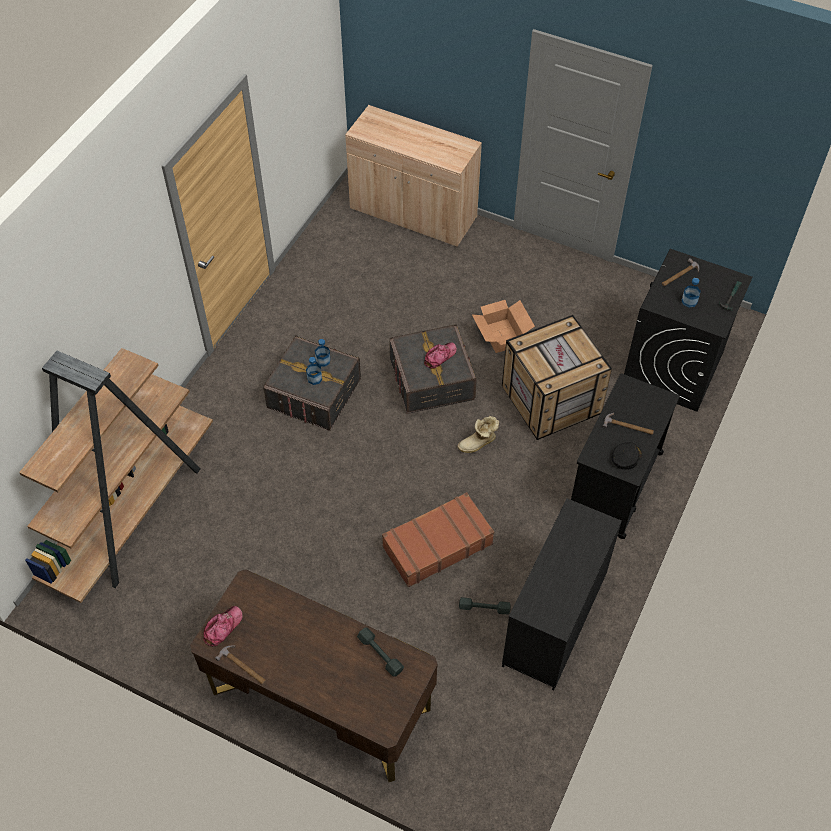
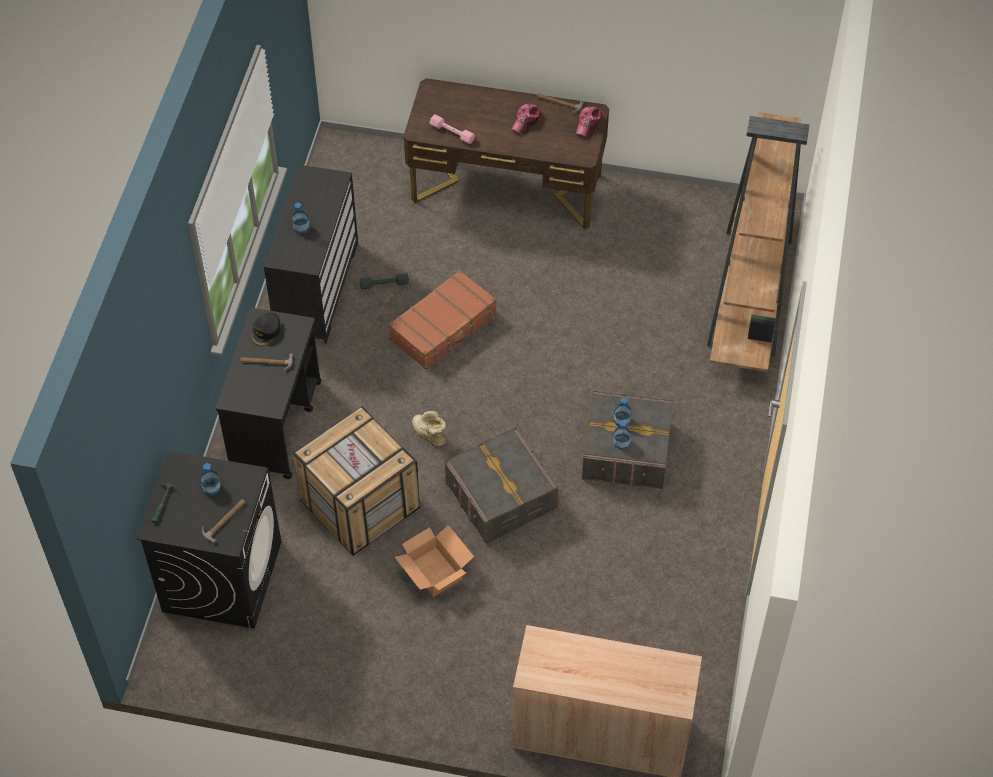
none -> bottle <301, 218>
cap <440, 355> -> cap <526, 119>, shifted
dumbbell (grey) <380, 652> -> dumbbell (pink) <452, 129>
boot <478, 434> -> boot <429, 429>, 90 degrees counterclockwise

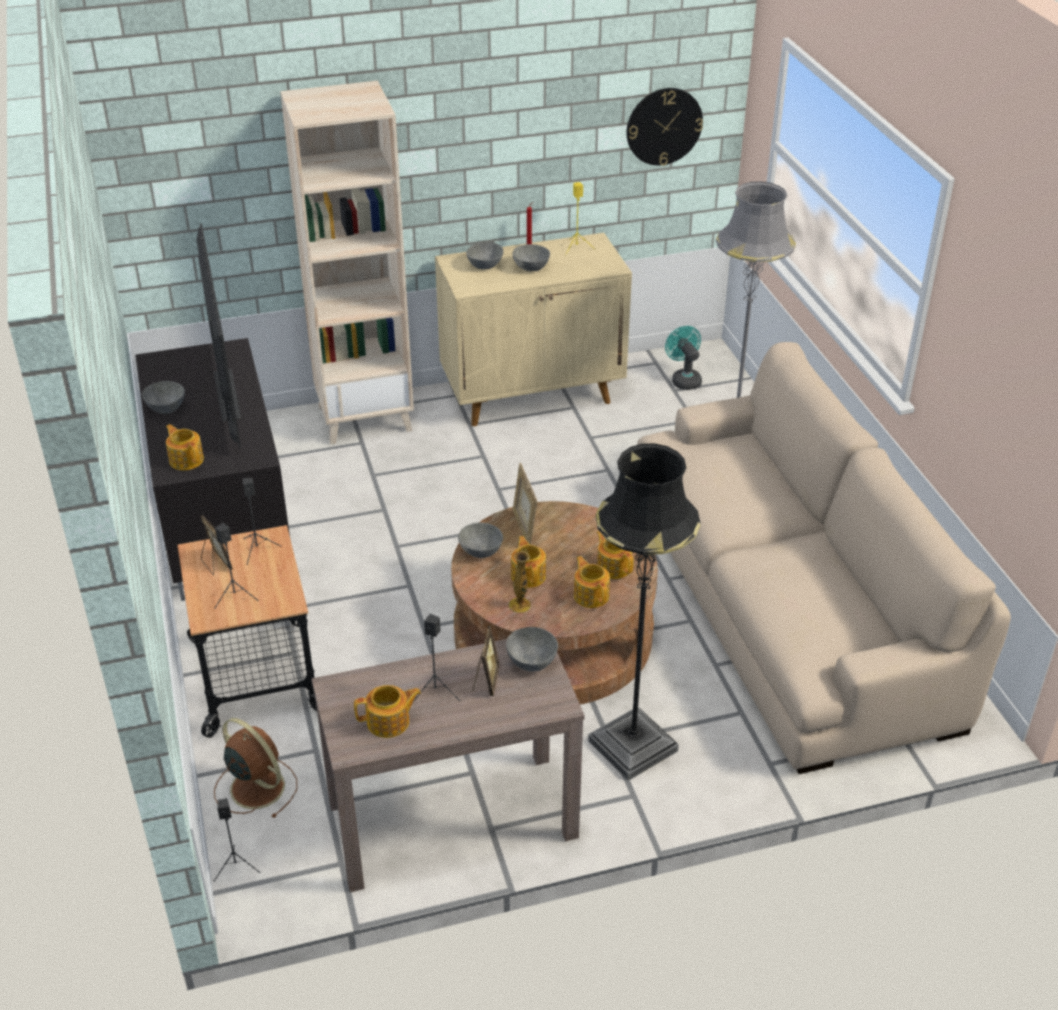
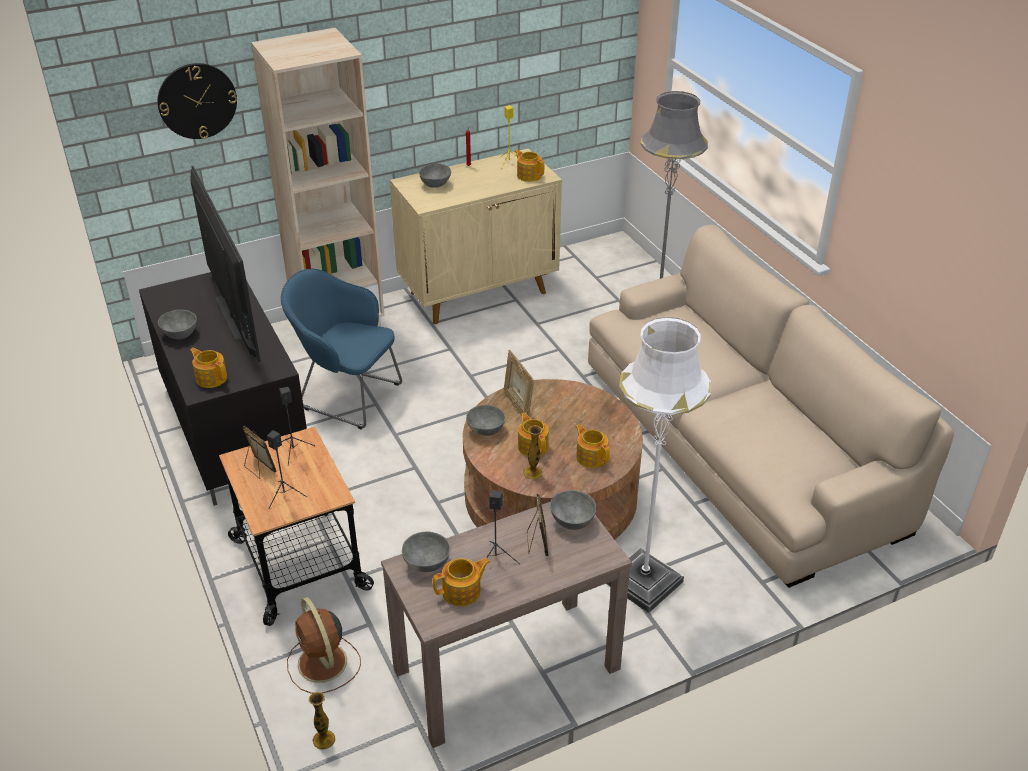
fan (turquoise) <683, 358> -> none
none -> armchair (blue) <341, 349>
bowl (grey) <531, 257> -> bowl (grey) <426, 551>, shifted
teapot <615, 555> -> teapot <529, 166>, shifted
wall clock <665, 127> -> wall clock <197, 101>, shifted
speaker (black) <237, 840> -> vase <322, 721>
floor lamp (black) <644, 612> -> floor lamp (white) <658, 465>
fan (brown) <255, 768> -> fan (brown) <324, 645>, 150 degrees counterclockwise

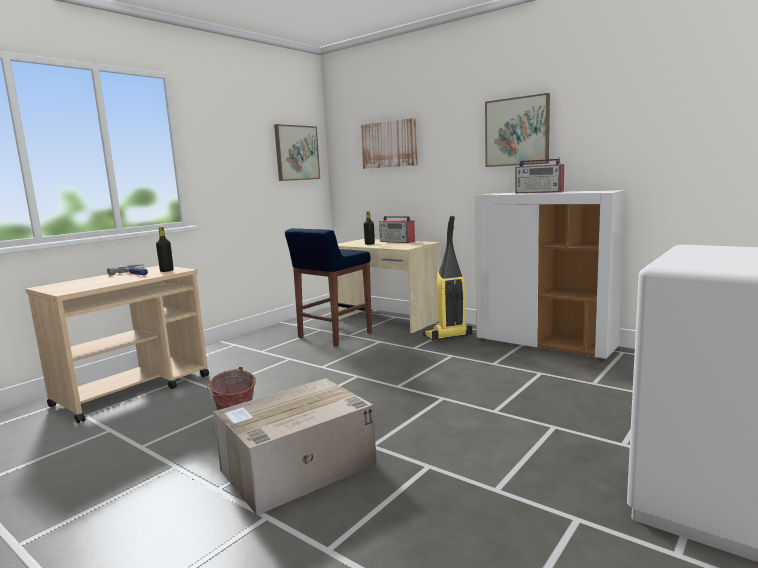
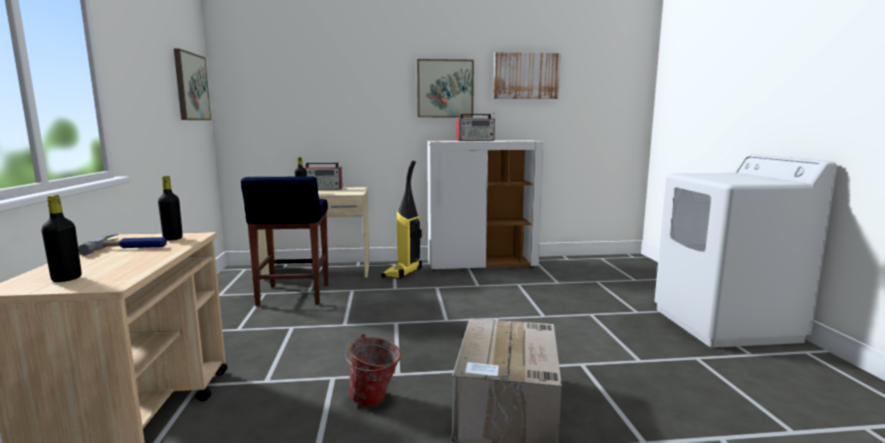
none -> bottle (black) <61, 238>
picture <389, 143> -> picture <527, 75>, shifted

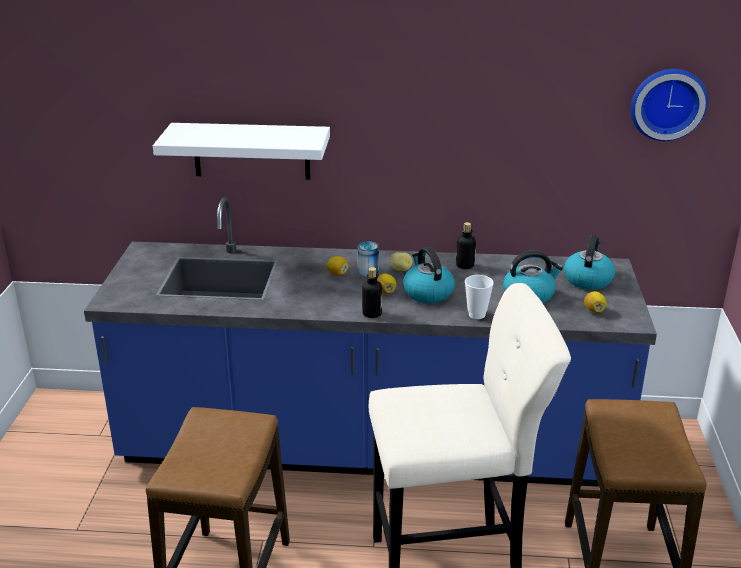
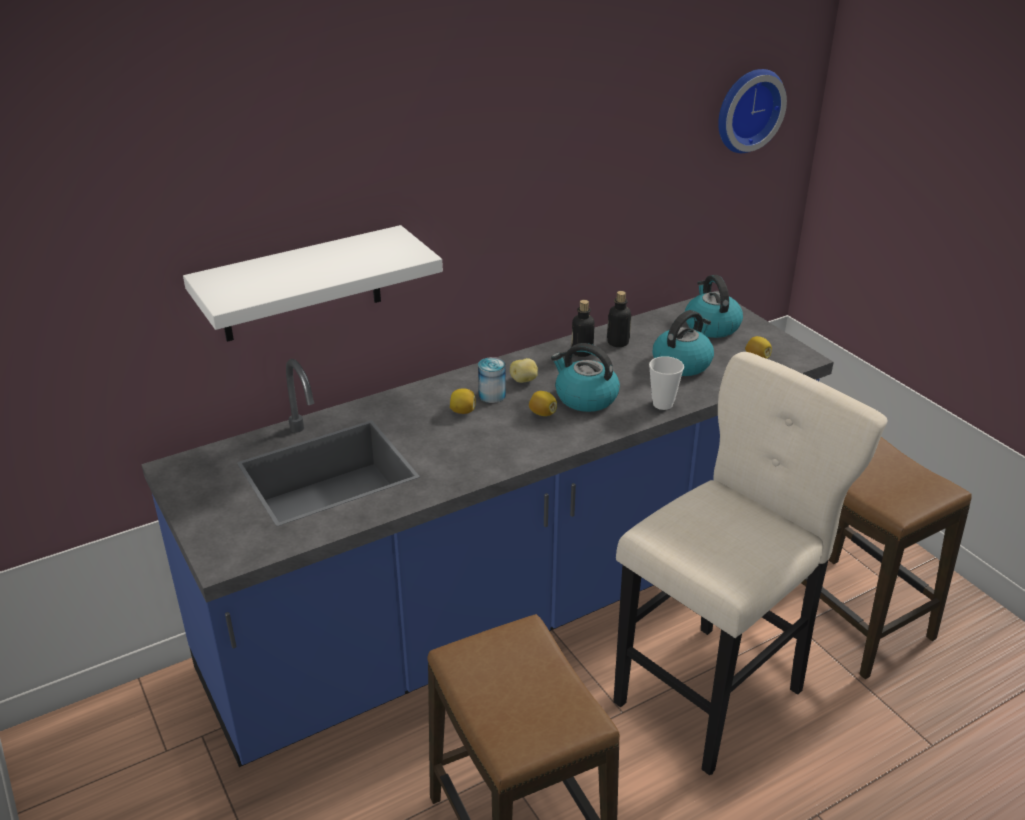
bottle <372, 292> -> bottle <619, 319>, shifted

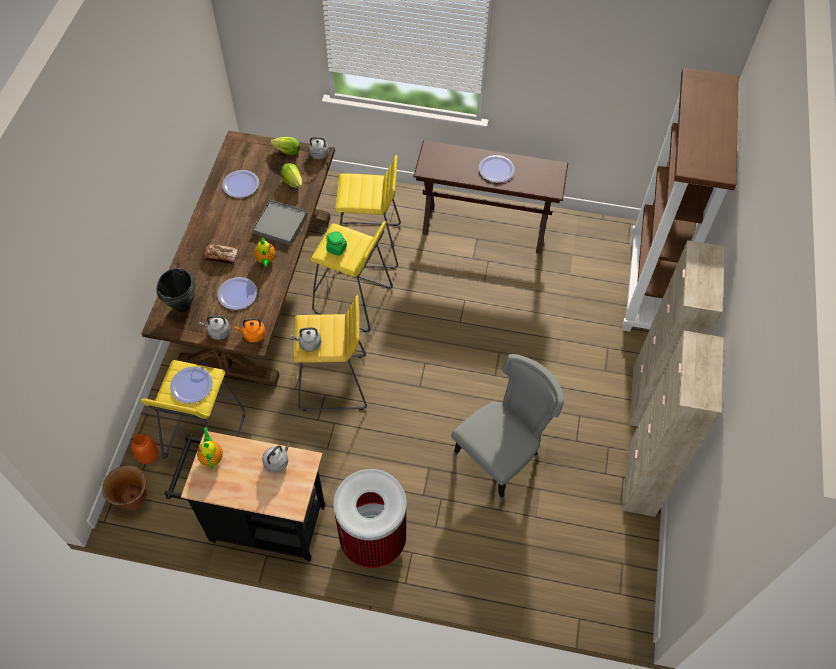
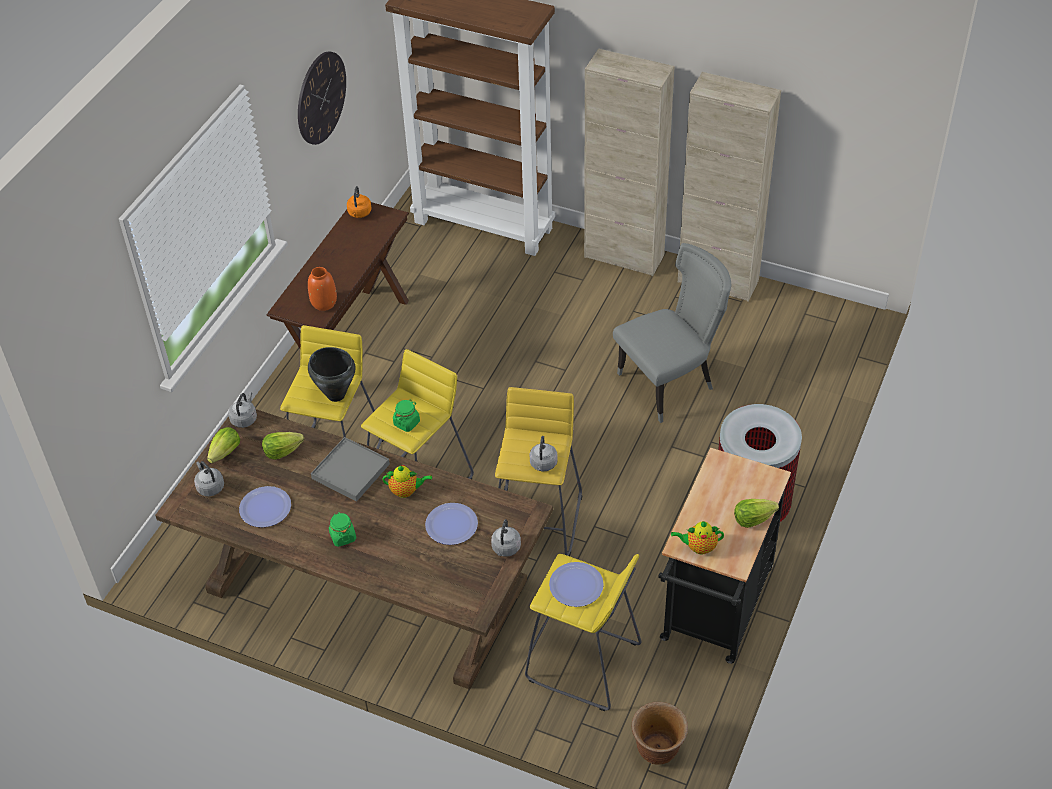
bread <220, 254> -> none
plate <496, 169> -> none
none -> wall clock <322, 98>
none -> jar (green) <342, 529>
none -> lettuce <756, 513>
vase (orange) <144, 449> -> vase (orange) <322, 289>, shifted
cooking pot (black) <176, 290> -> cooking pot (black) <332, 374>, shifted
kettle (orange) <250, 330> -> kettle (orange) <359, 202>, shifted
kettle (grey) <276, 457> -> kettle (grey) <209, 478>, shifted
chair (grey) <507, 428> -> chair (grey) <672, 333>, 90 degrees clockwise

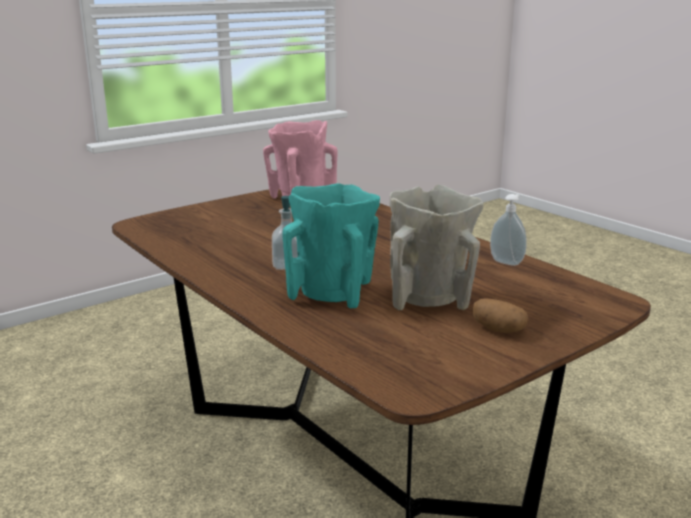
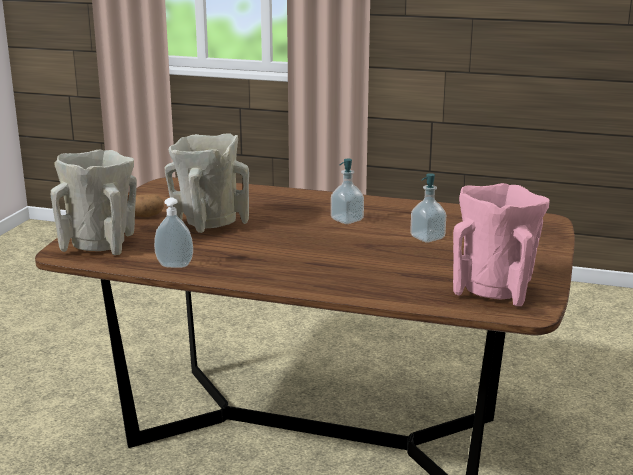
vase (turquoise) <331, 245> -> none
none -> vase (beige) <94, 202>
none -> soap dispenser <428, 208>

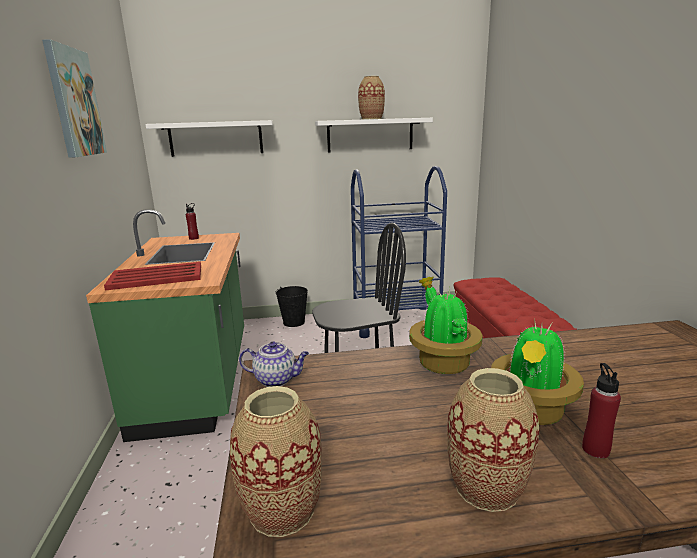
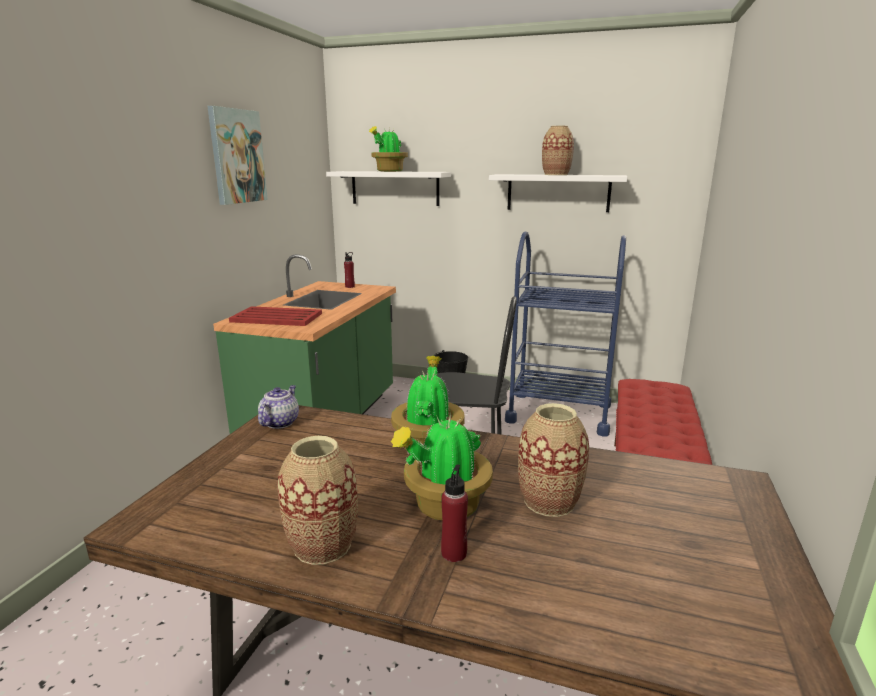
none -> potted plant <388, 149>
vase <276, 461> -> vase <553, 460>, shifted
teapot <274, 364> -> teapot <278, 407>, 105 degrees counterclockwise

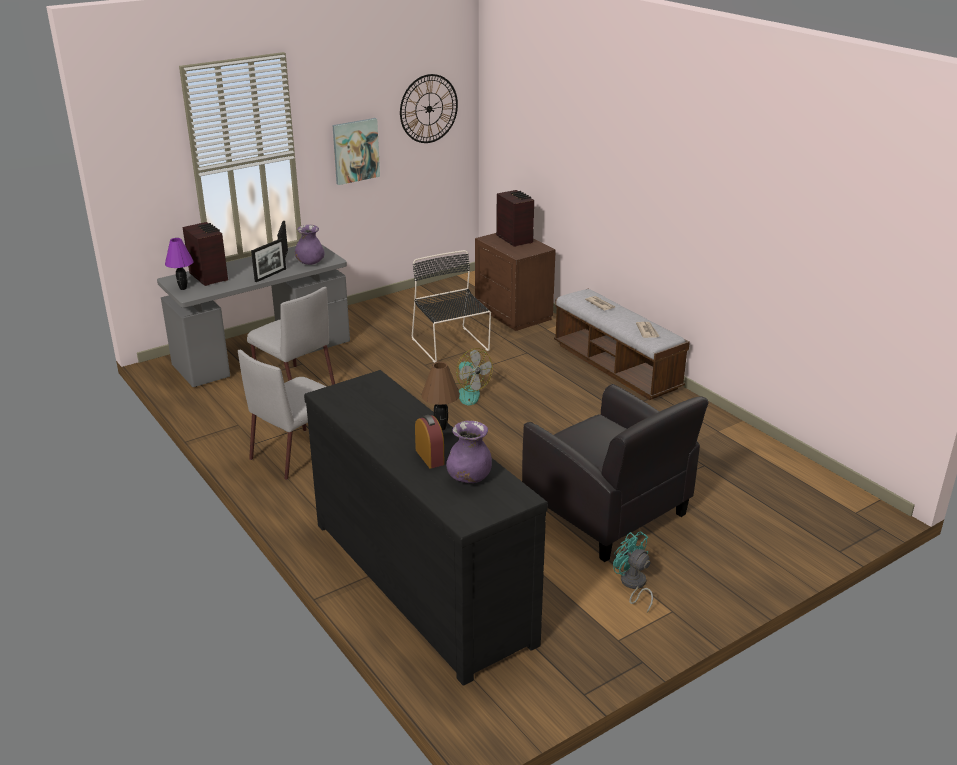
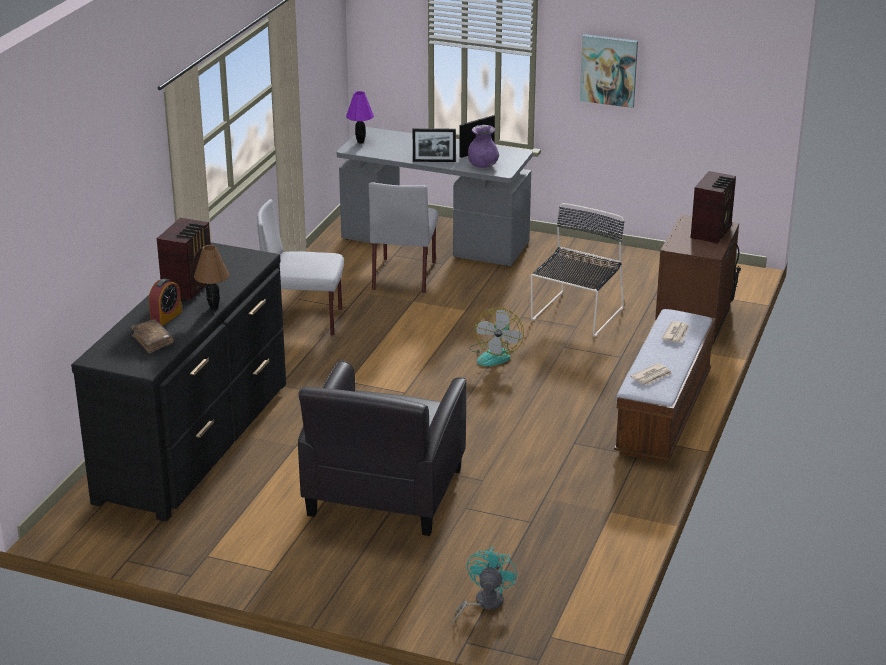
wall clock <429, 108> -> none
radio <205, 254> -> radio <184, 259>, shifted
fan (turquoise) <633, 571> -> fan (turquoise) <485, 585>, shifted
vase (purple) <469, 452> -> book (brown) <152, 336>

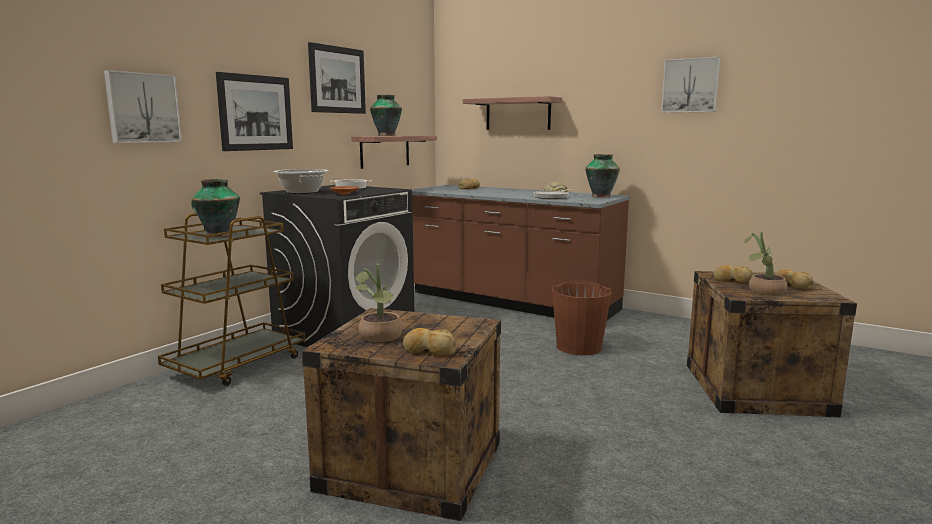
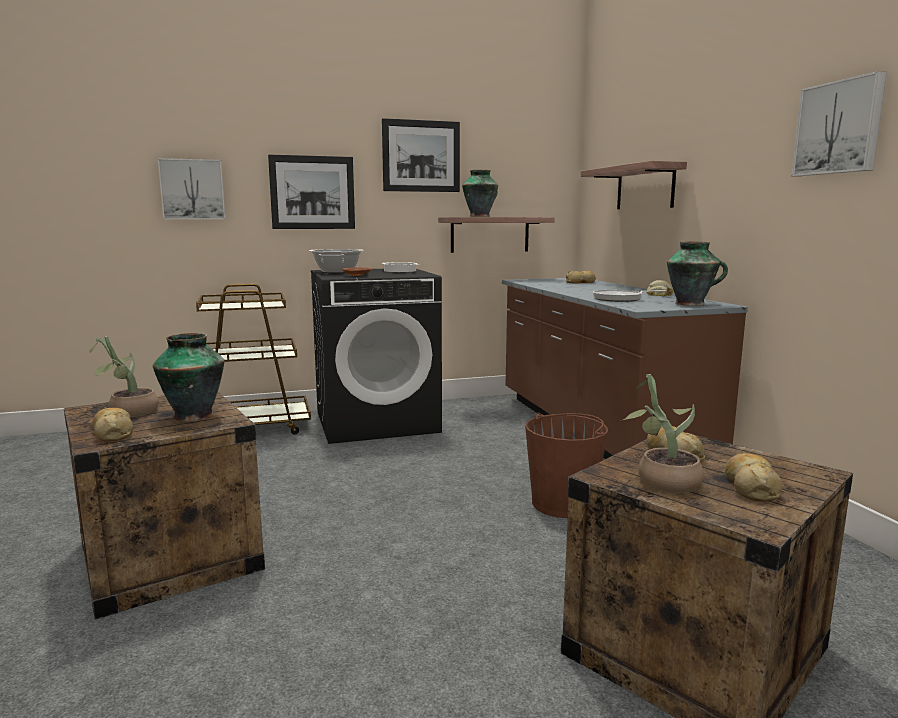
vase <215, 208> -> vase <188, 377>, shifted

